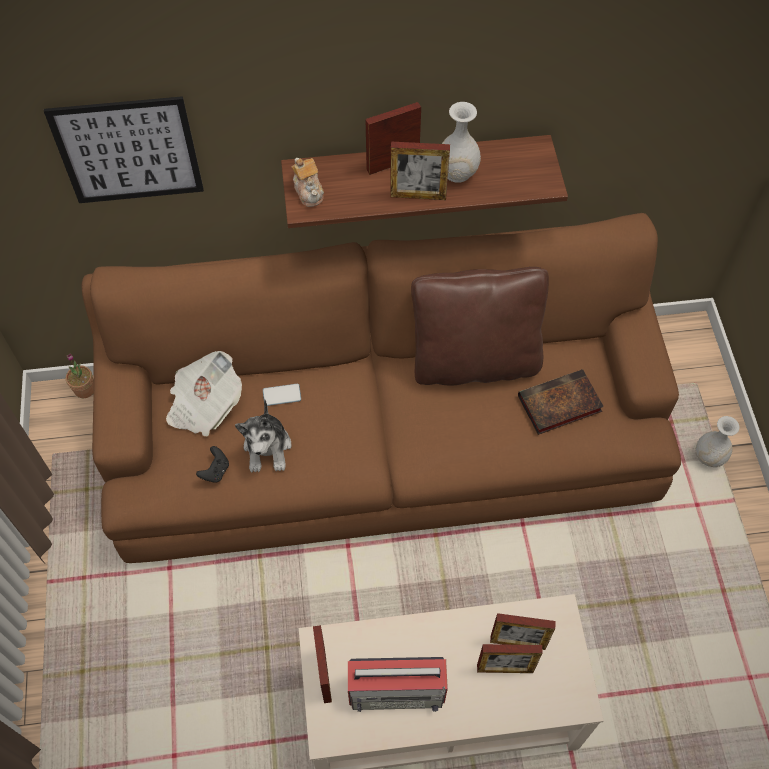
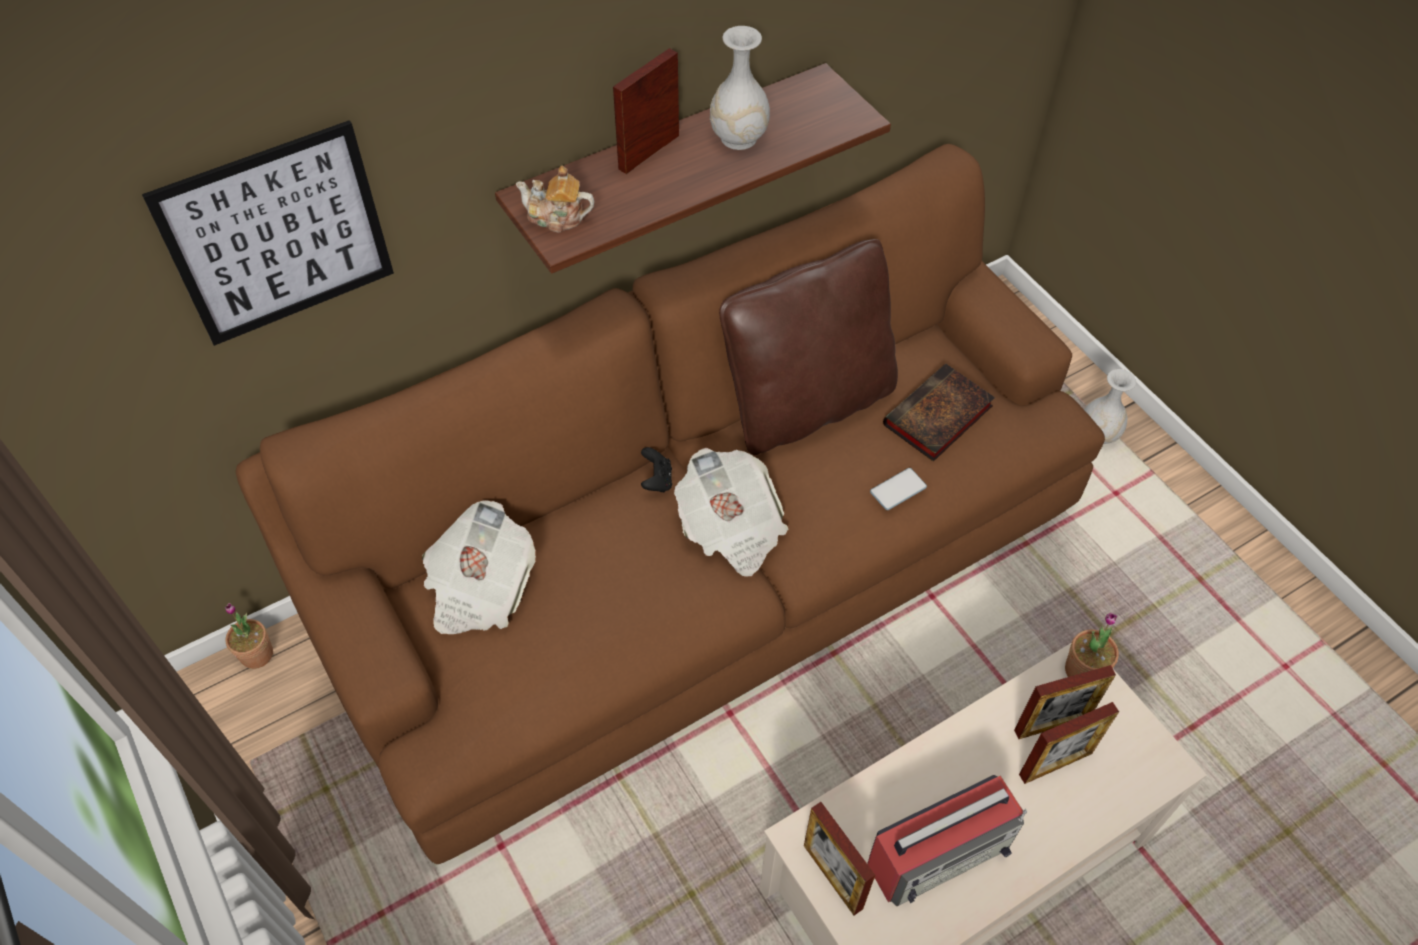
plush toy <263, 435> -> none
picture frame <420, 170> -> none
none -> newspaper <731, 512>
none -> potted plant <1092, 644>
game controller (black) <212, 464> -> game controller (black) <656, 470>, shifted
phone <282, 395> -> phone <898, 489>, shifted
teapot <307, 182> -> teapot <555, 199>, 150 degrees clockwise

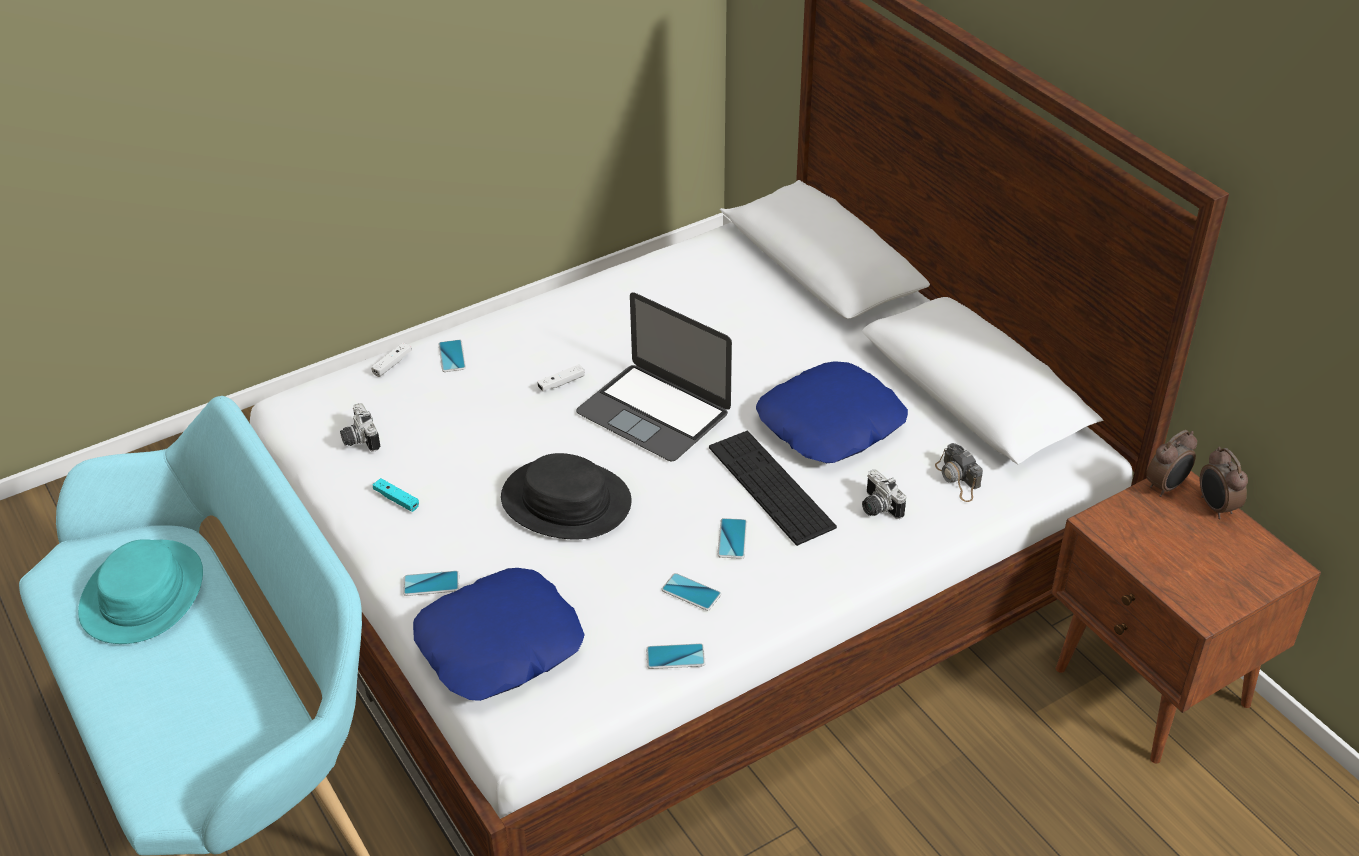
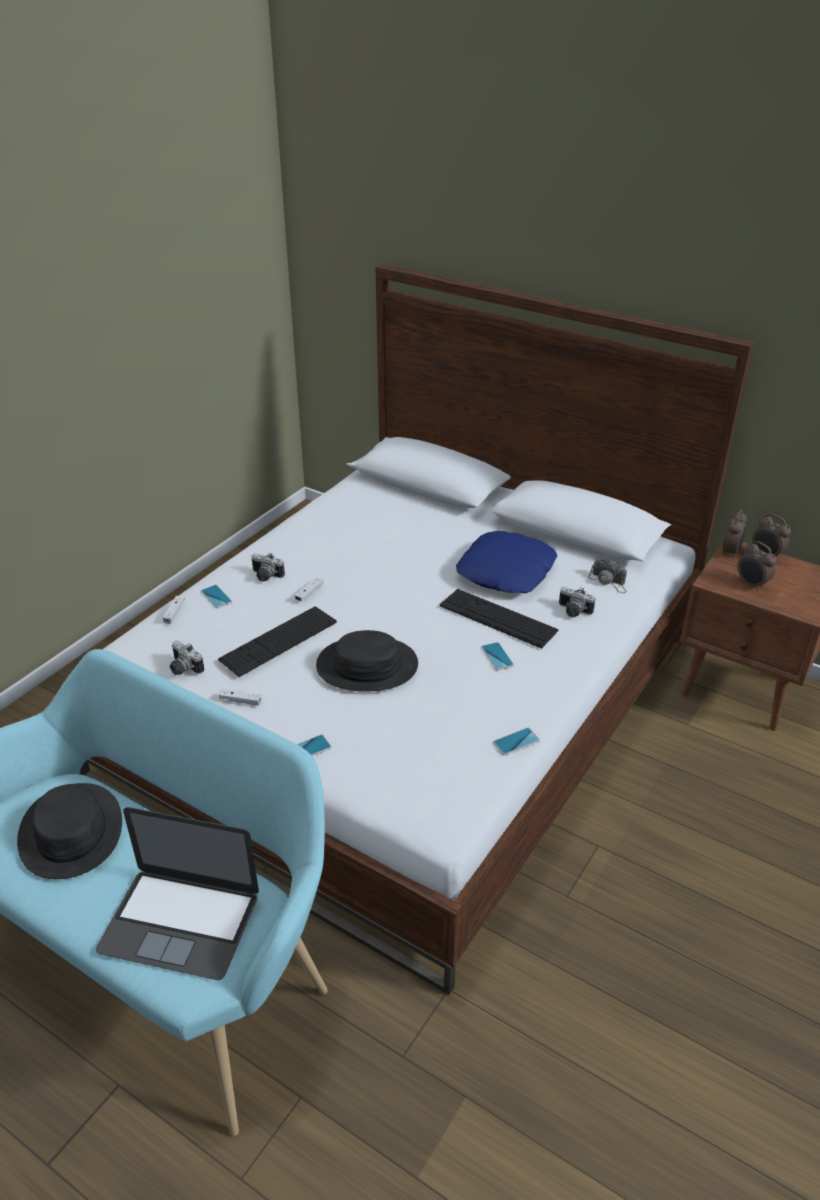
pillow (blue) <499, 634> -> none
phone <691, 592> -> none
none -> keyboard <277, 641>
none -> photo camera <268, 567>
none -> alarm clock <757, 566>
laptop <654, 376> -> laptop <177, 893>, shifted
hat (turquoise) <140, 591> -> hat (black) <69, 831>
game controller (turquoise) <396, 495> -> game controller (white) <240, 697>

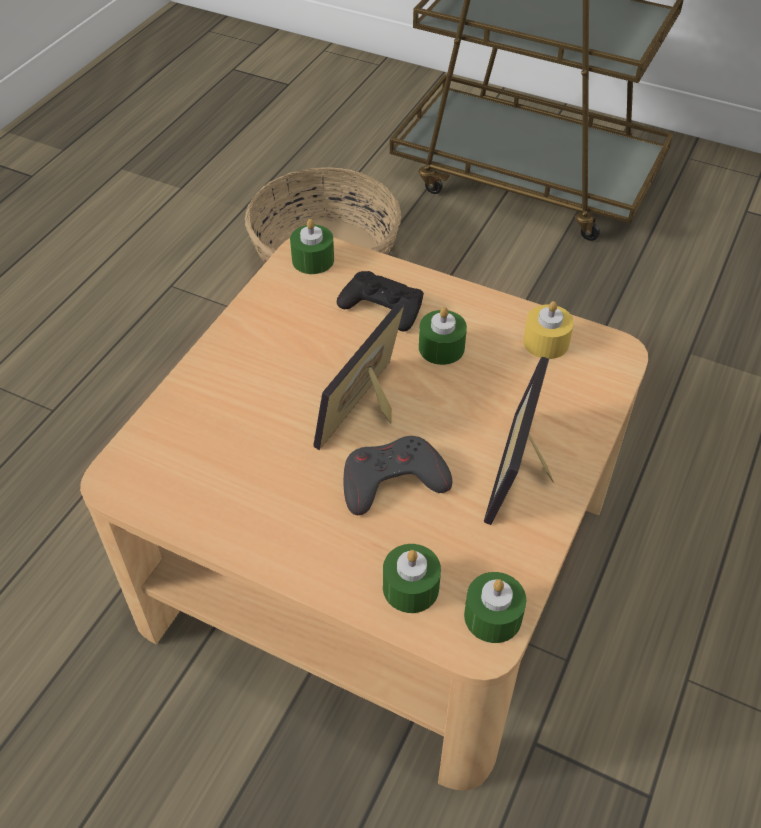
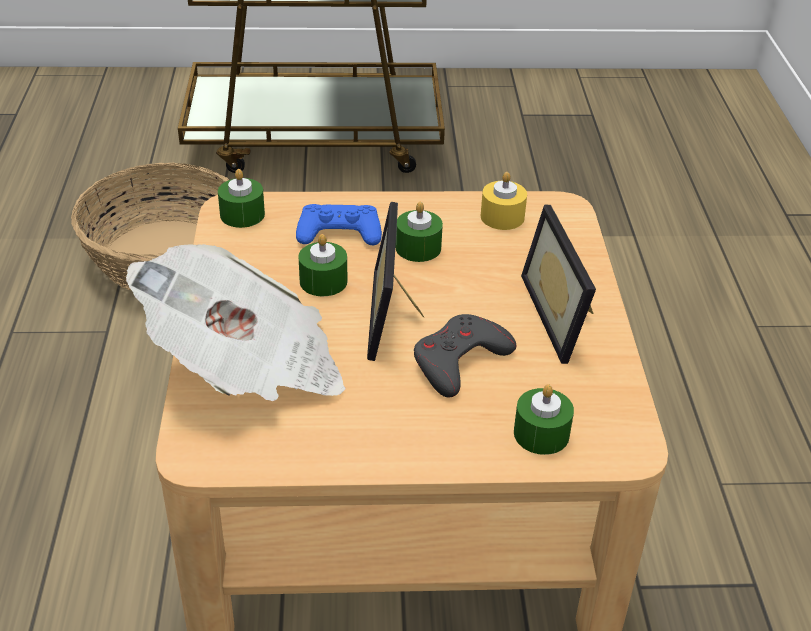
none -> newspaper <236, 322>
candle (green) <495, 607> -> candle (green) <323, 265>, shifted
game controller (black) <380, 301> -> game controller (blue) <339, 224>

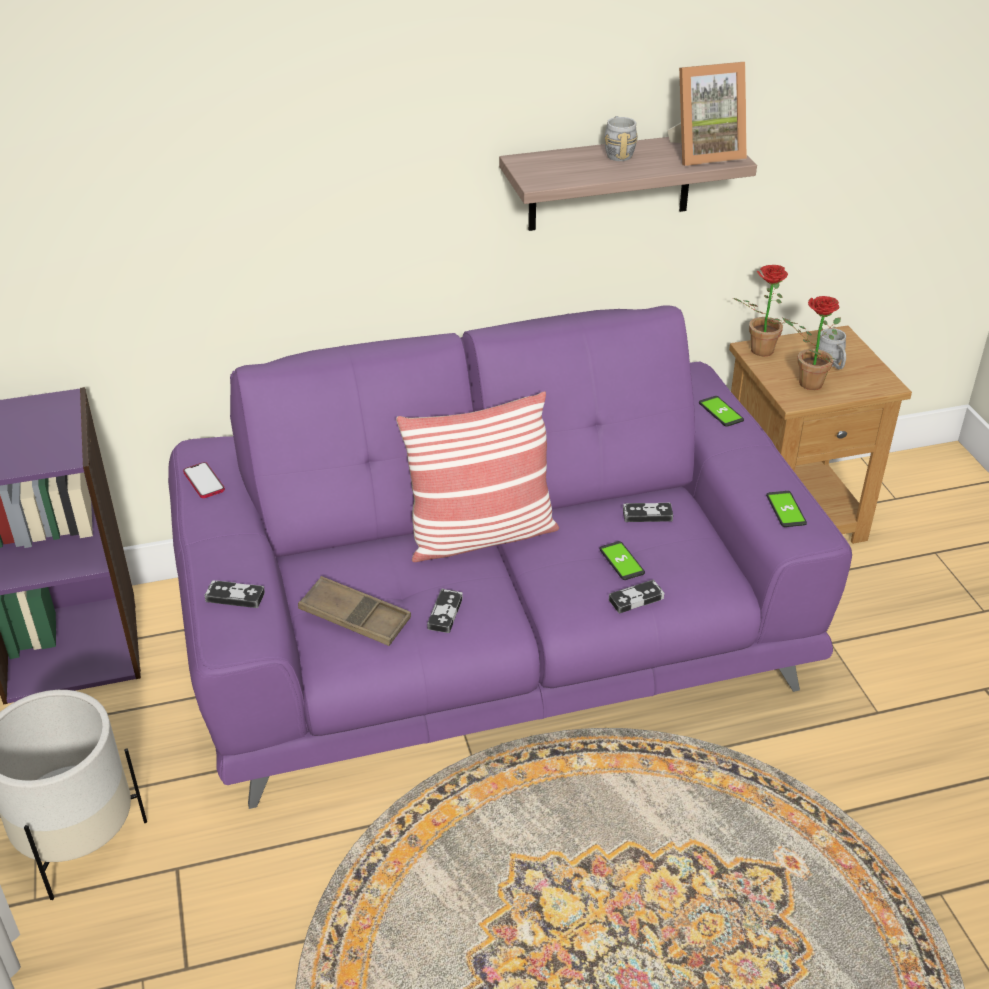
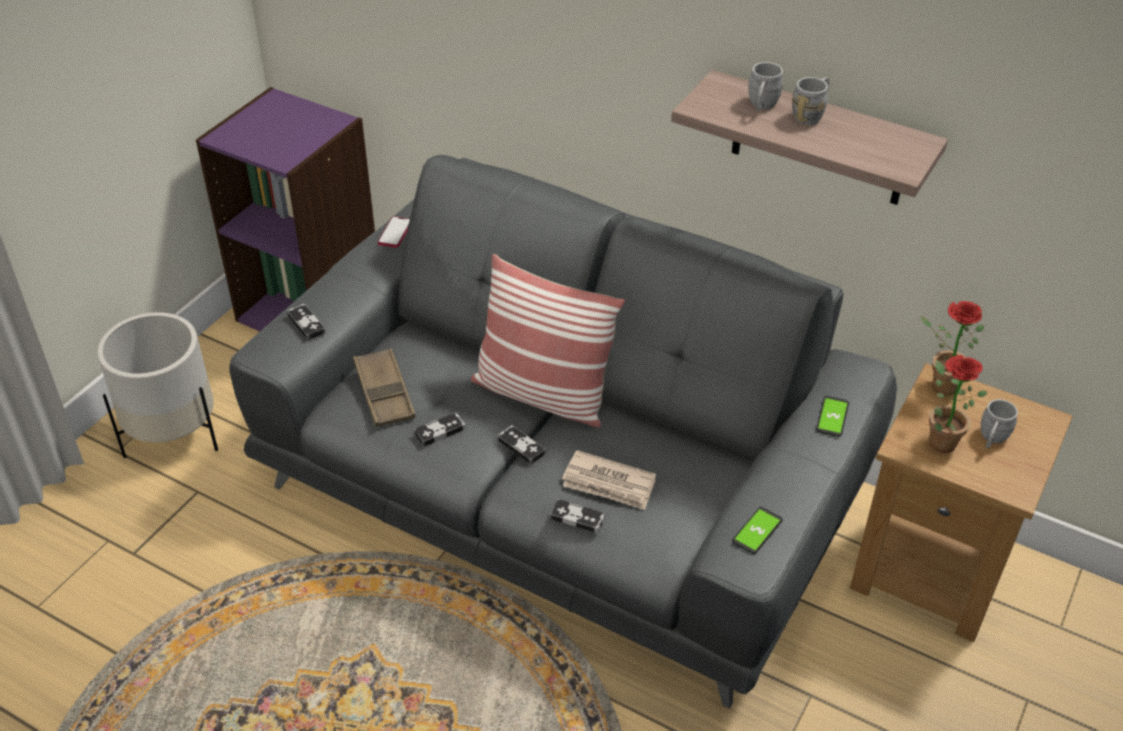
picture frame <707, 114> -> none
none -> mug (grey) <765, 87>
game controller <648, 512> -> game controller <521, 445>, shifted
phone <622, 560> -> newspaper <609, 480>
sofa (purple) <510, 557> -> sofa (grey) <563, 432>

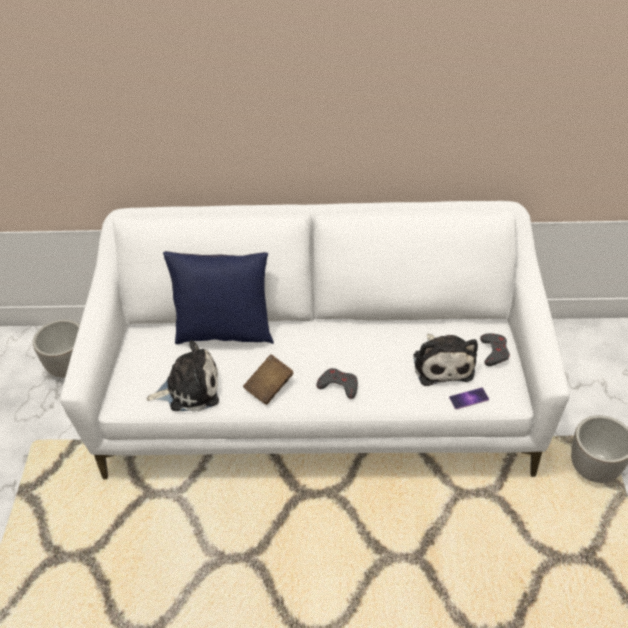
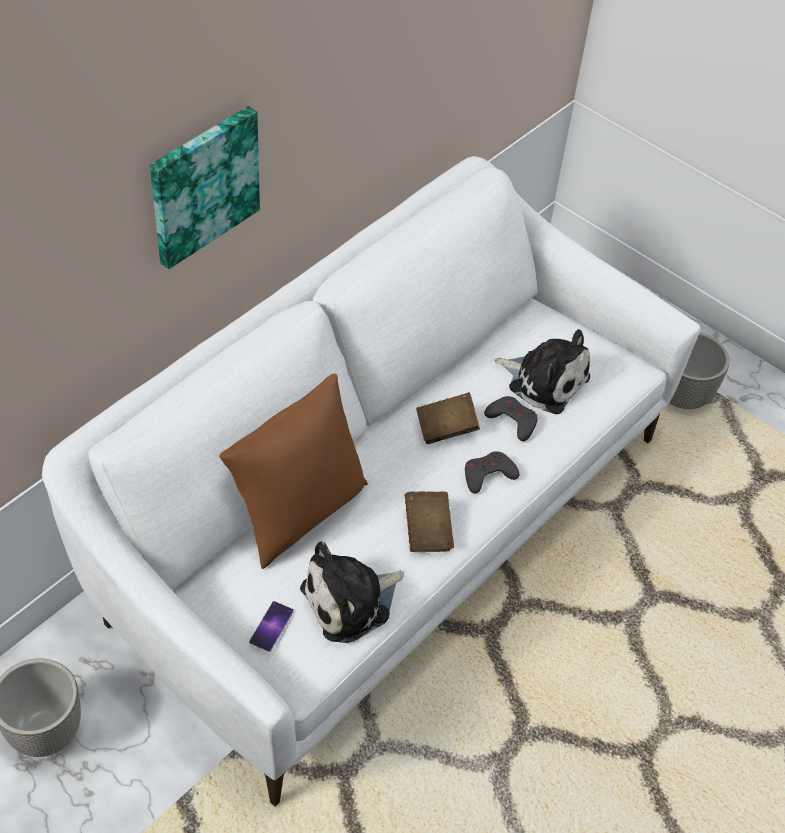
none -> picture <205, 187>
none -> book (brown) <448, 418>
phone <469, 398> -> phone <271, 626>, shifted
game controller (grey) <495, 349> -> game controller (grey) <511, 418>, shifted
pillow (blue) <218, 297> -> pillow (brown) <293, 471>
plush toy <182, 375> -> plush toy <352, 592>, 150 degrees counterclockwise

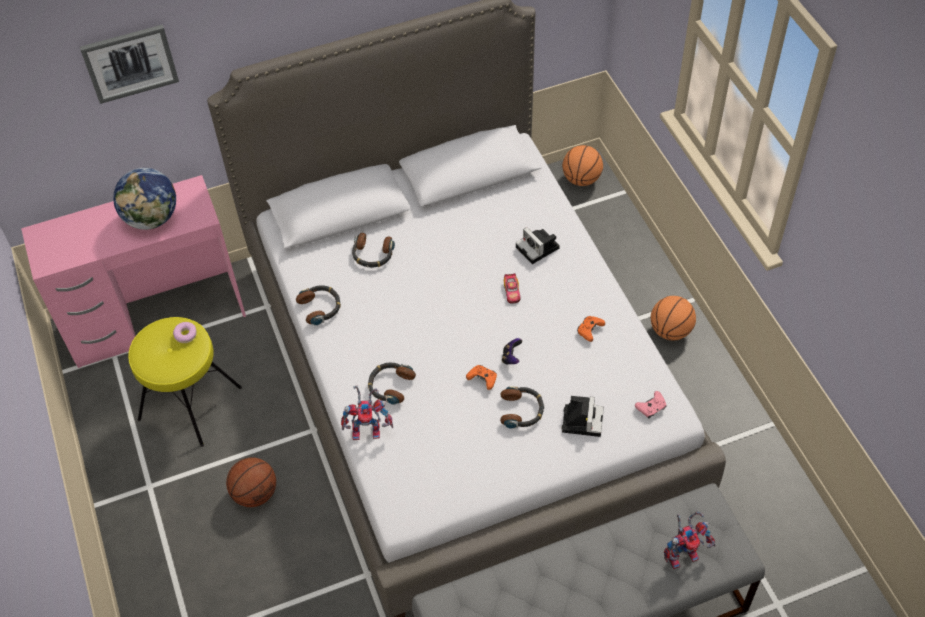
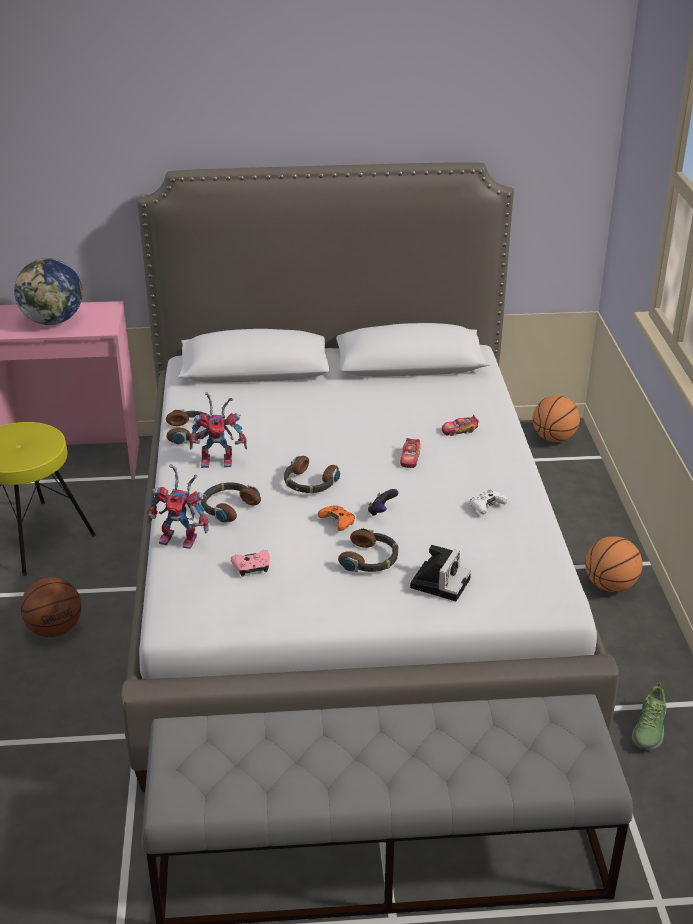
picture <129, 64> -> none
donut <185, 332> -> none
none -> shoe <649, 716>
headphones <373, 250> -> headphones <312, 475>, shifted
game controller (pink) <650, 405> -> game controller (pink) <250, 563>, shifted
toy robot <689, 540> -> toy robot <218, 430>, shifted
photo camera <538, 245> -> toy car <460, 425>
game controller (orange) <591, 329> -> game controller (white) <489, 501>

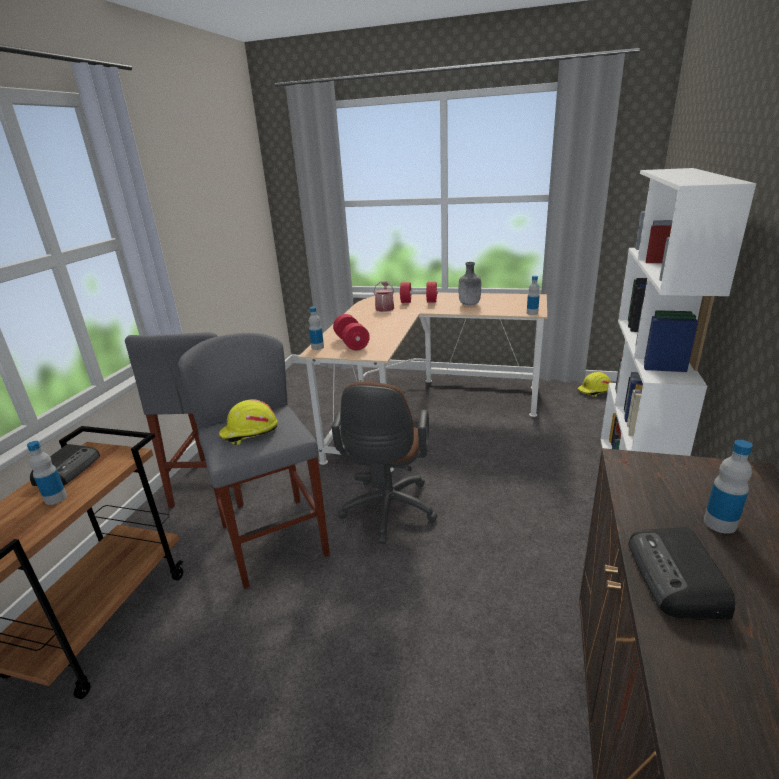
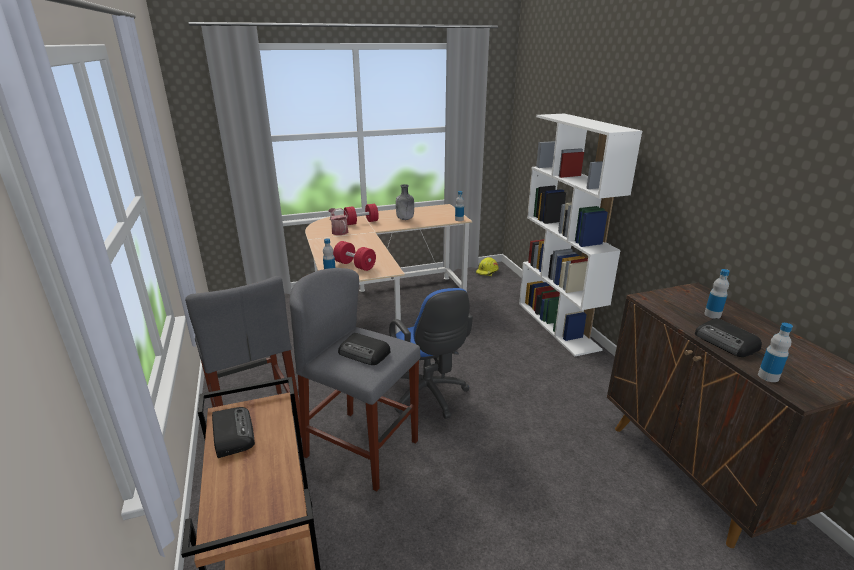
bottle <47, 473> -> bottle <775, 352>, shifted
hard hat (yellow) <248, 422> -> radio <364, 349>
office chair (brown) <384, 462> -> office chair (blue) <431, 353>

